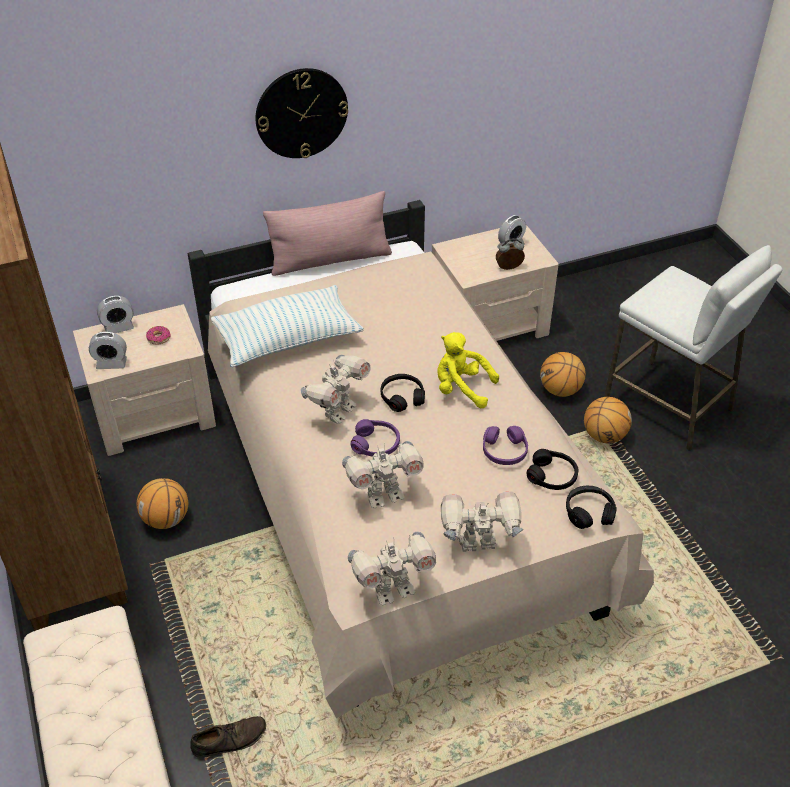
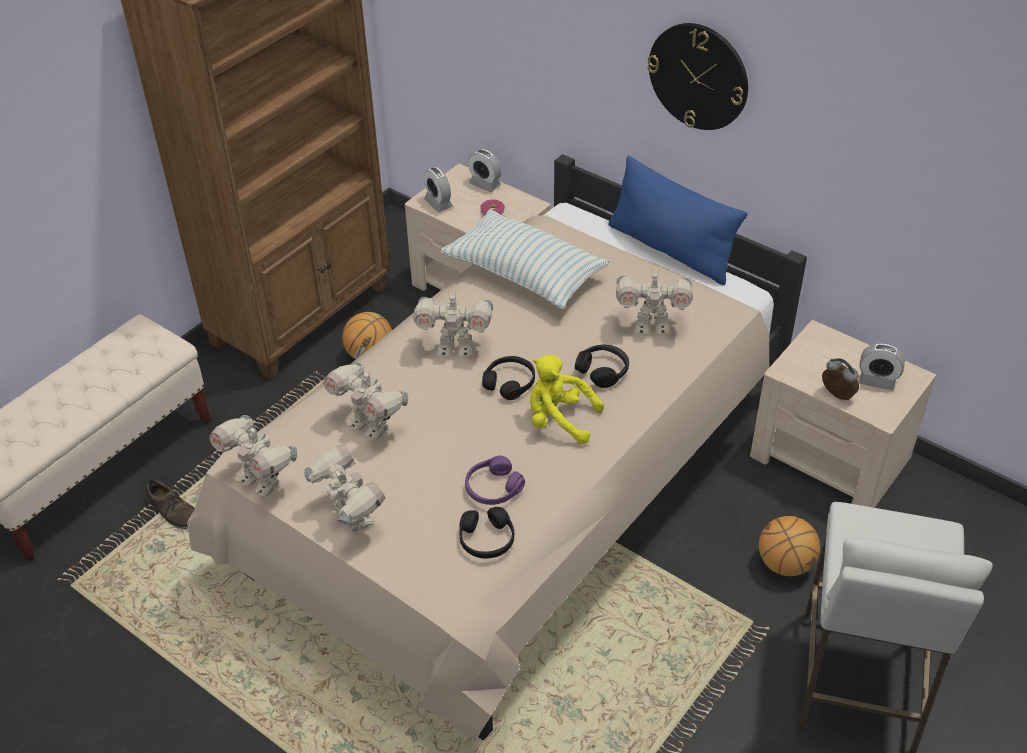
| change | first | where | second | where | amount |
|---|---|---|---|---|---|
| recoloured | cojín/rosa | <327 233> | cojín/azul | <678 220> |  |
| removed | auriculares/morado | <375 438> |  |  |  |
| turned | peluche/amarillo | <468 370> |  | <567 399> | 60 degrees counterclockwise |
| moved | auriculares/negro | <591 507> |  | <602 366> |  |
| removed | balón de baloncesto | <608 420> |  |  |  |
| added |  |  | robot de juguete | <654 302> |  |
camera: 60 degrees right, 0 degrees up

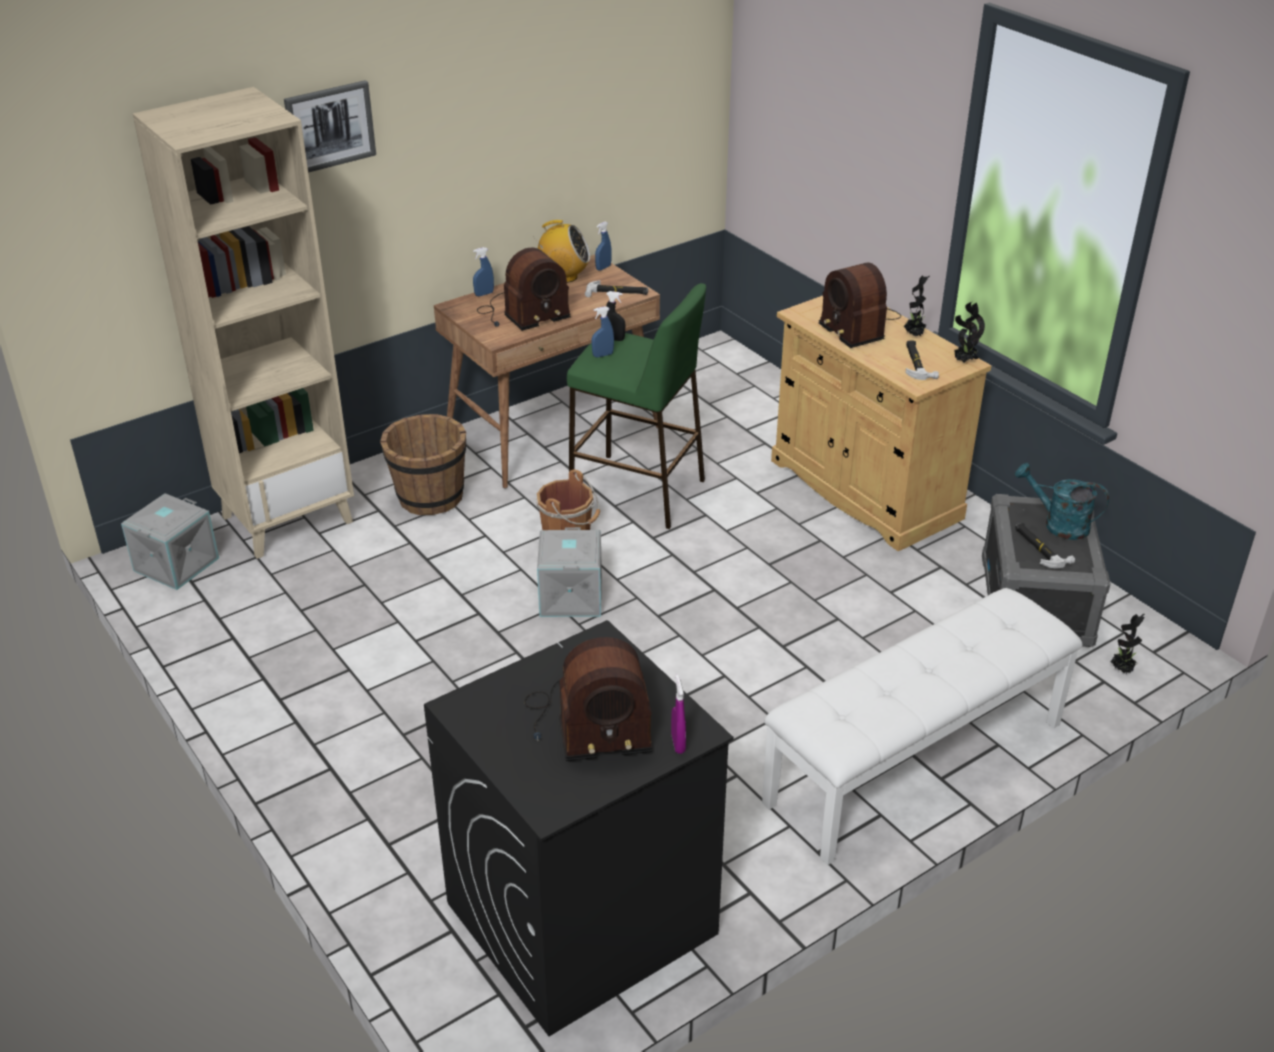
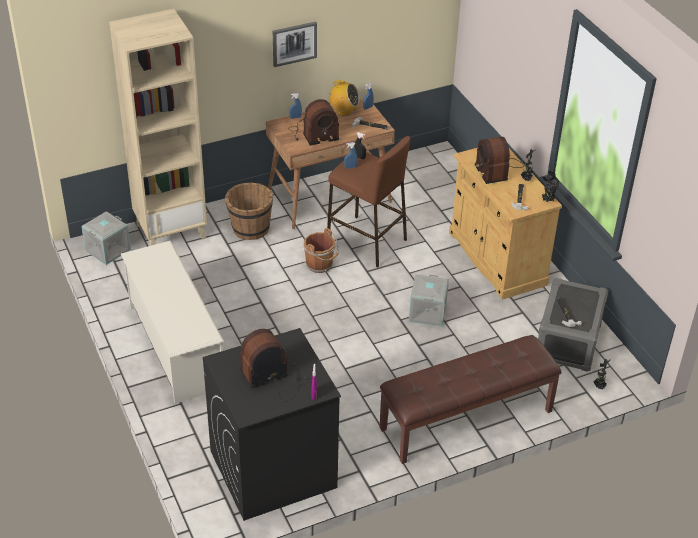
| change | first | where | second | where | amount |
|---|---|---|---|---|---|
| moved | cuadro | <330 126> |  | <295 44> |  |
| turned | radio | <588 699> |  | <274 365> | 150 degrees clockwise |
| moved | caja de almacenaje/gris | <569 572> |  | <429 301> |  |
| recoloured | taburete/verde | <636 406> | taburete/marrón | <368 201> |  |
| recoloured | banco/blanco | <922 726> | banco/marrón | <470 399> |  |
| removed | regadera/turquesa | <1062 501> |  |  |  |
| added |  |  | zapatero/blanco | <172 322> |  |
camera: 10 degrees right, 5 degrees up

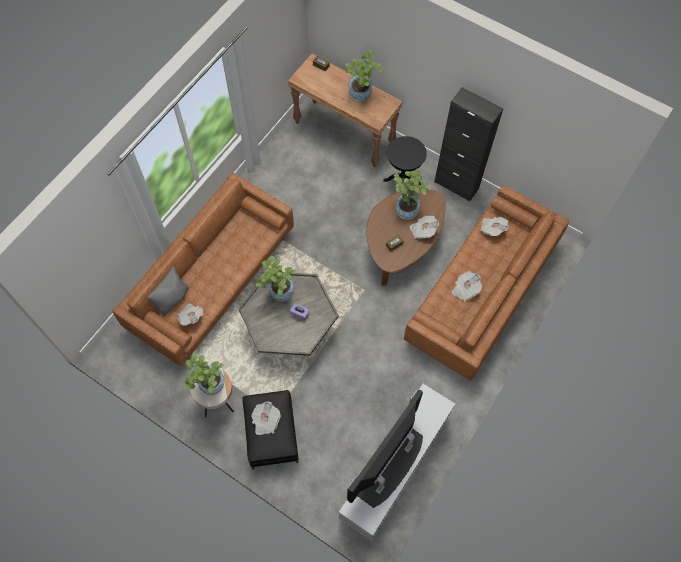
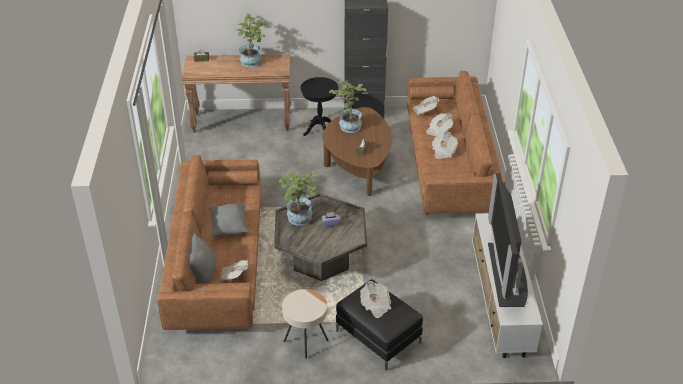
| change | first | where | second | where | amount |
|---|---|---|---|---|---|
| removed | planta en maceta | <204 374> |  |  |  |
| moved | periódico | <424 227> |  | <439 124> |  |
| added |  |  | cojín/gris | <228 220> |  |
camera: 35 degrees left, 25 degrees down

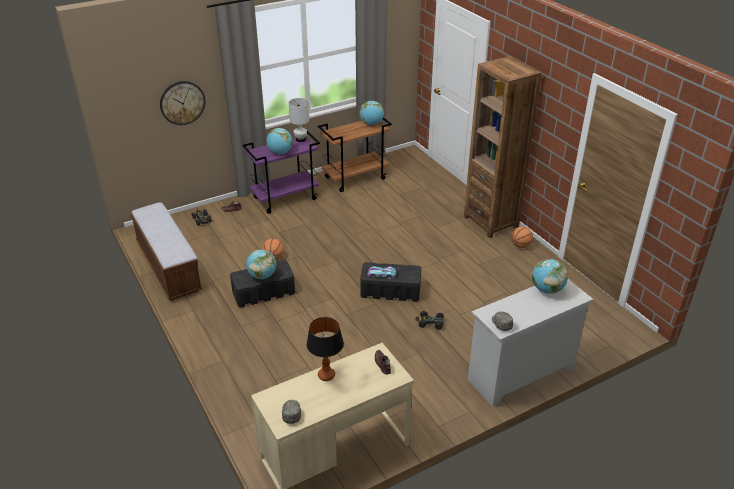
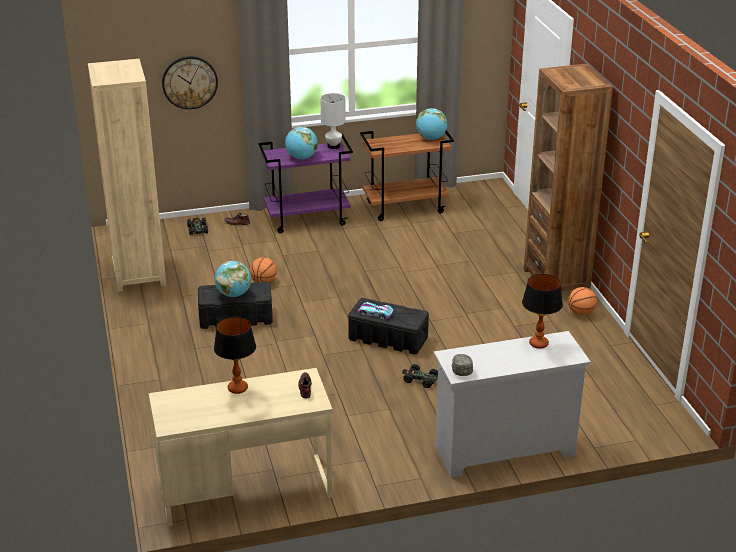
| change | first | where | second | where | amount |
|---|---|---|---|---|---|
| replaced | banco | <166 251> | estantería/beis | <127 175> |  |
| removed | gorra/gris | <291 412> |  |  |  |
| replaced | globo terráqueo | <550 276> | lámpara de mesa | <542 311> |  |
camera: 15 degrees right, 5 degrees down

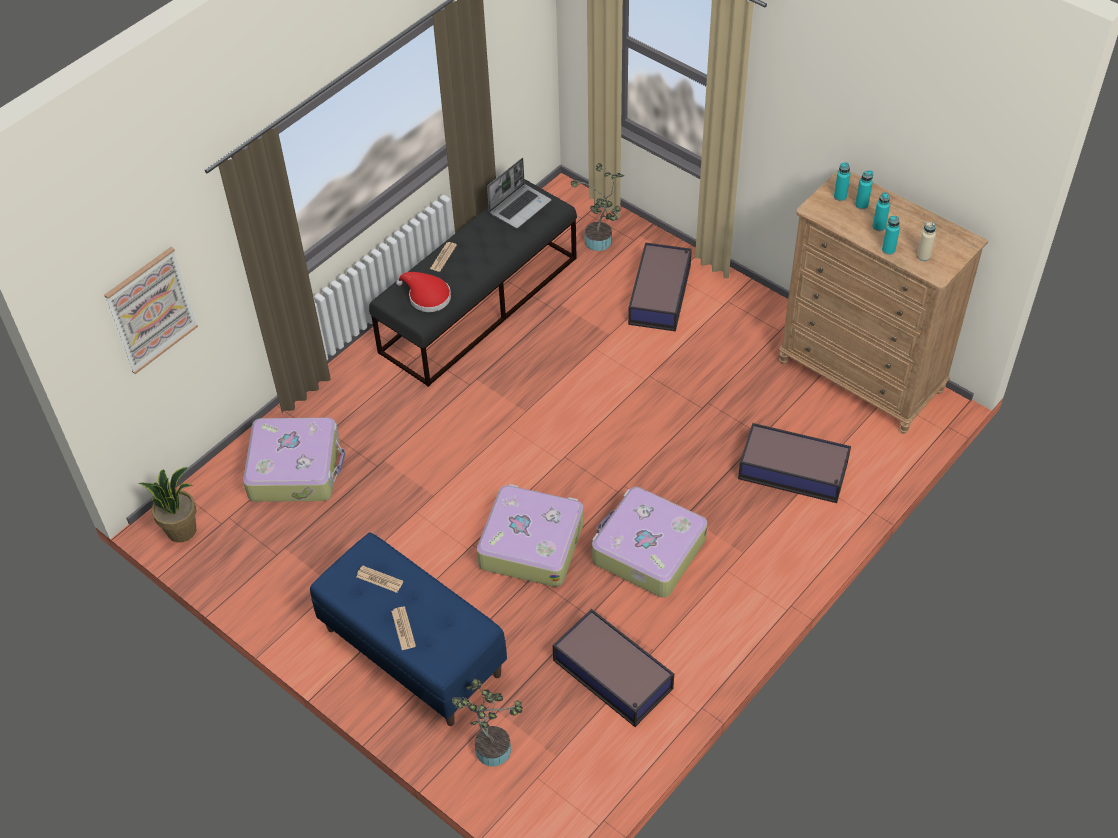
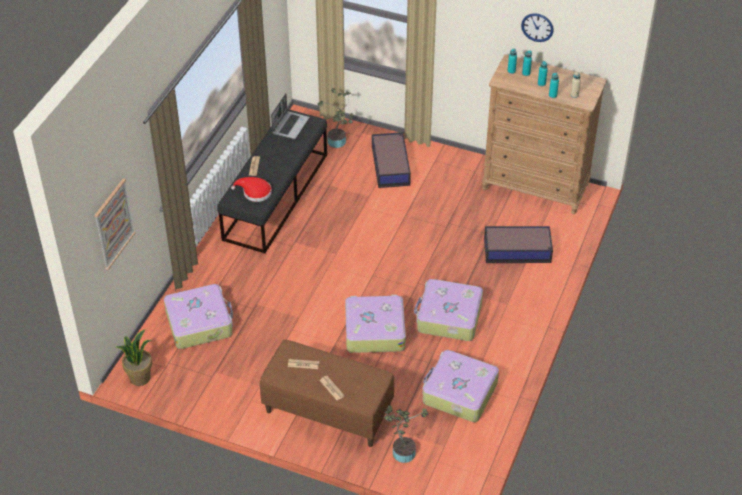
| change | first | where | second | where | amount |
|---|---|---|---|---|---|
| recoloured | banco/azul | <408 629> | banco/marrón | <327 393> |  |
| replaced | caja de almacenaje | <613 668> | maleta | <461 386> |  |
| added |  |  | reloj de pared | <537 27> |  |
camera: 20 degrees left, 5 degrees down

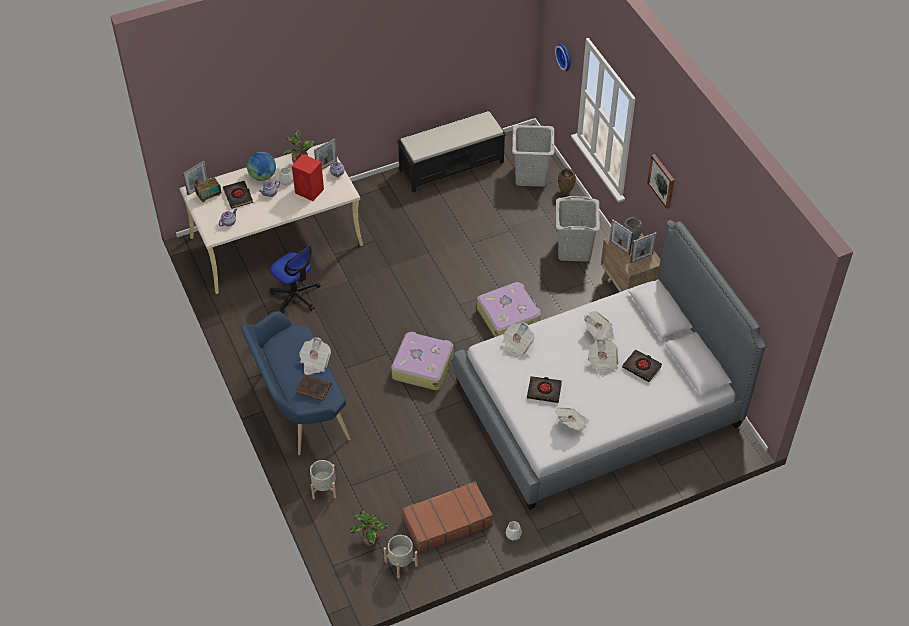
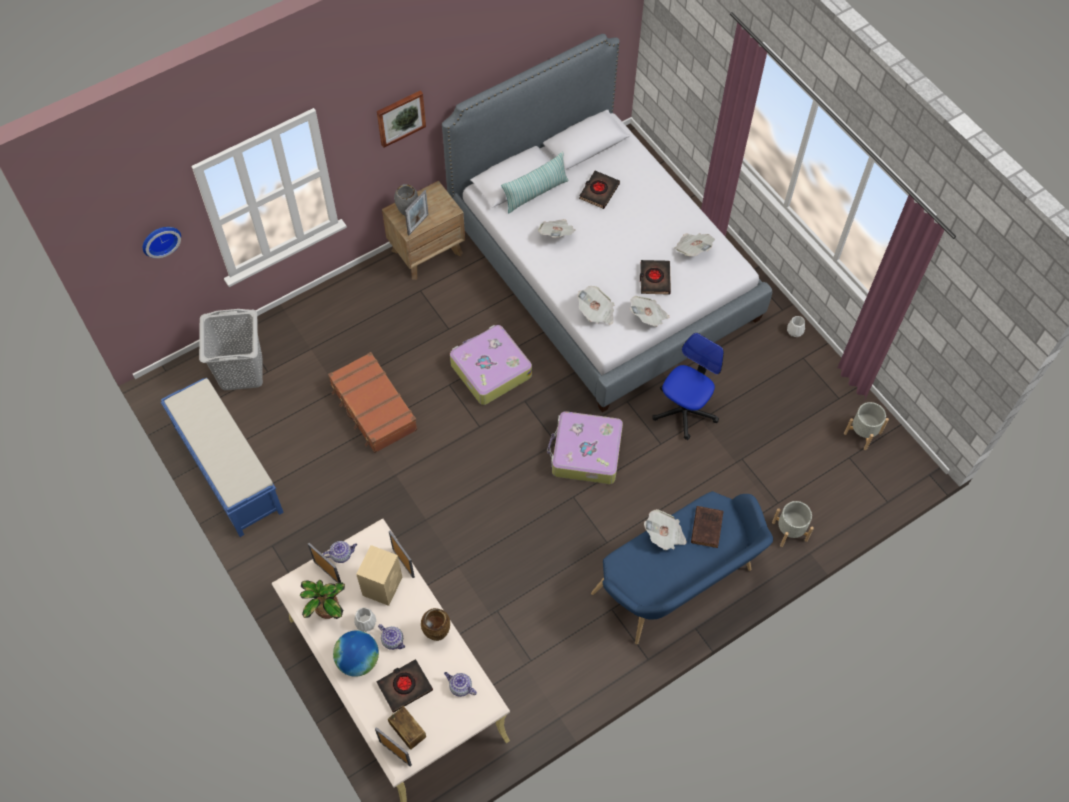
| change | first | where | second | where | amount |
|---|---|---|---|---|---|
| moved | silla de oficina | <295 279> |  | <688 386> |  |
| recoloured | altavoz/rojo | <308 177> | altavoz/beis | <379 575> |  |
| removed | planta en maceta | <369 528> |  |  |  |
| recoloured | banco/negro | <451 151> | banco/azul | <222 457> |  |
| moved | maleta/marrón | <448 517> |  | <373 402> |  |
| removed | cesto de la ropa/gris | <578 229> |  |  |  |
| moved | florero/marrón | <567 181> |  | <435 624> |  |
| moved | periódico | <603 357> |  | <649 311> |  |
| moved | portarretratos | <643 247> |  | <402 554> |  |
| added |  |  | cojín | <535 183> |  |
camera: 100 degrees left, 10 degrees up

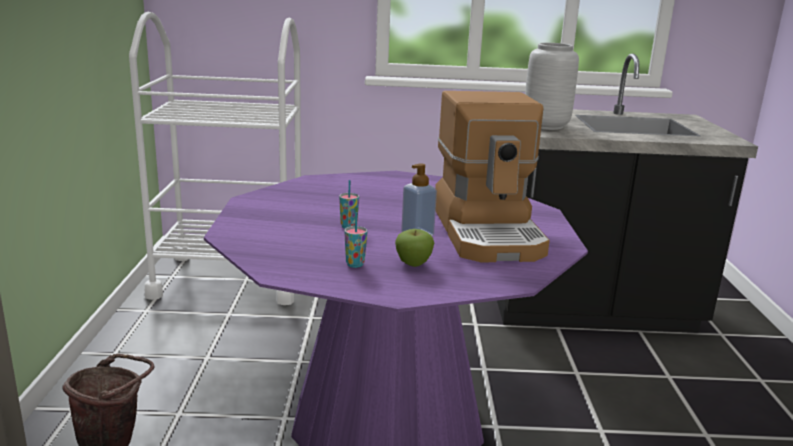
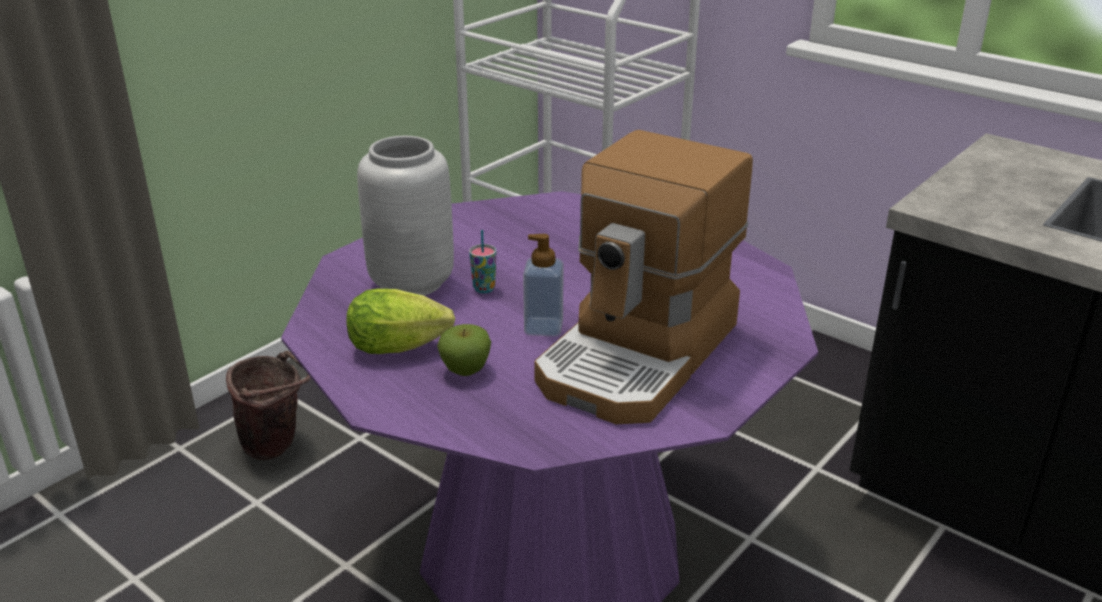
| change | first | where | second | where | amount |
|---|---|---|---|---|---|
| replaced | taza | <355 240> | lechuga | <400 321> |  |
| moved | florero/gris | <552 86> |  | <405 216> |  |
camera: 40 degrees right, 10 degrees up

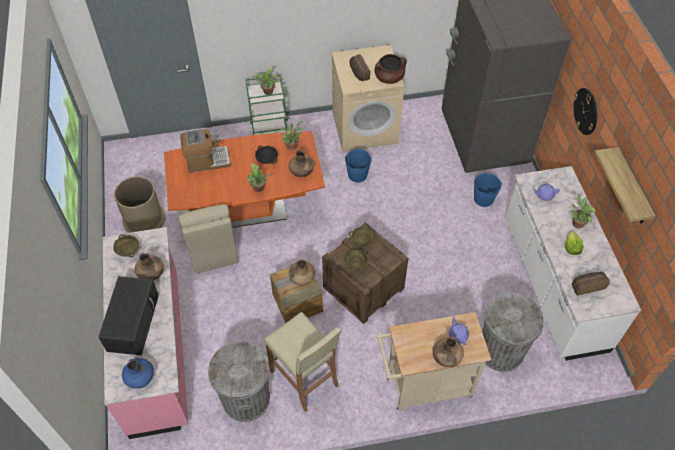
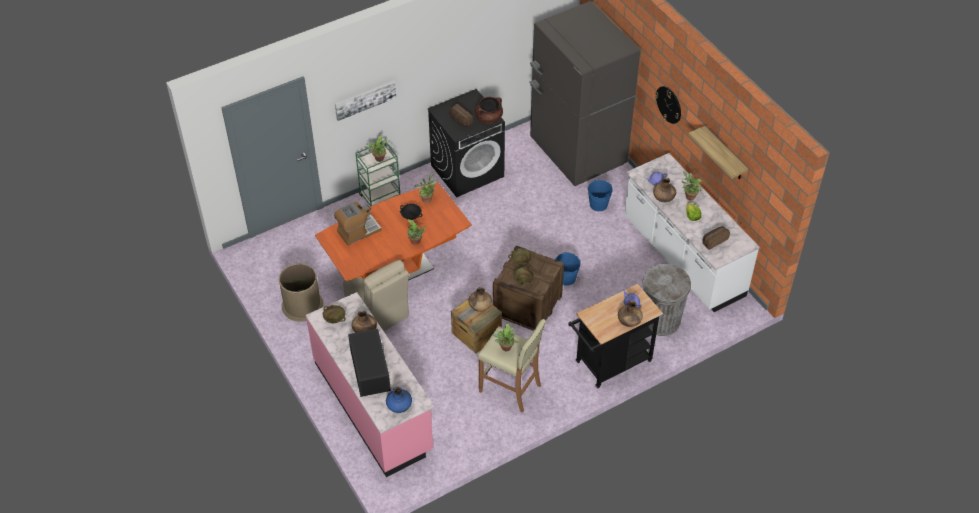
| change | first | where | second | where | amount |
|---|---|---|---|---|---|
| removed | papelera/gris | <239 381> |  |  |  |
| moved | florero/marrón | <301 163> |  | <664 190> |  |
| recoloured | lavadora/beis | <368 98> | lavadora/negro | <466 143> |  |
| moved | cubo/azul | <358 165> |  | <568 269> |  |
| recoloured | carrito/beis | <433 361> | carrito/negro | <615 336> |  |
| added |  |  | cuadro | <365 100> |  |
| added |  |  | planta en maceta | <506 336> |  |
camera: 20 degrees left, 5 degrees down

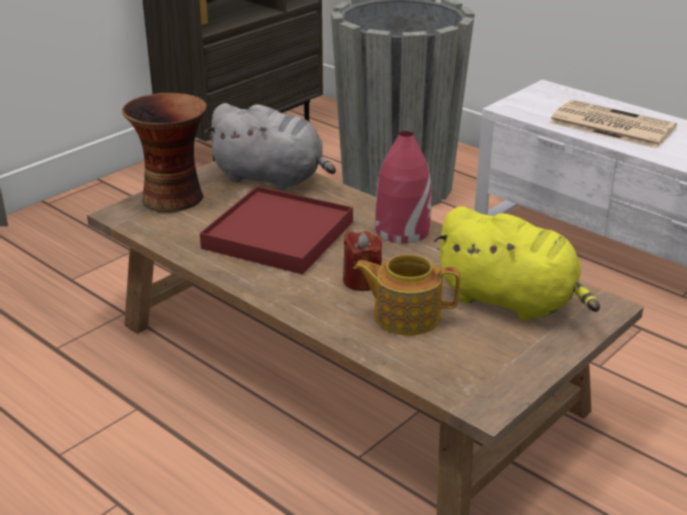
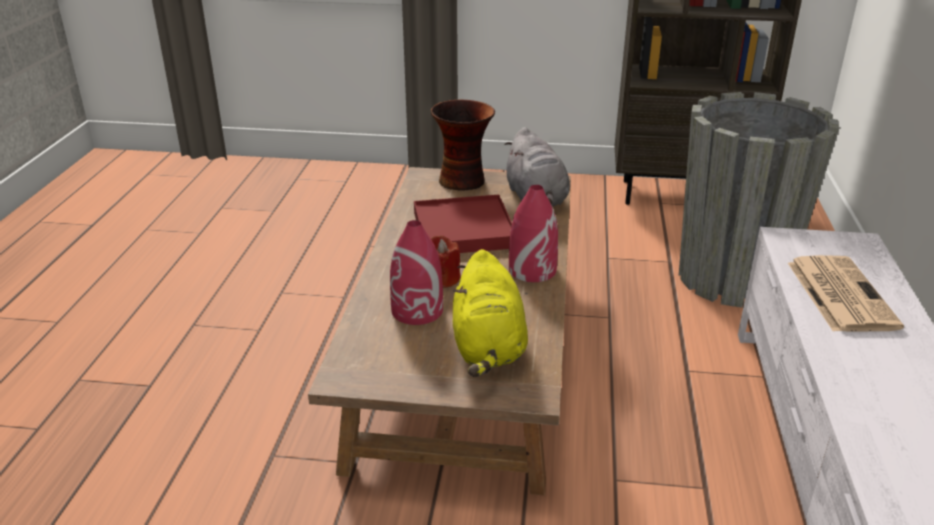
| change | first | where | second | where | amount |
|---|---|---|---|---|---|
| replaced | tetera | <406 294> | florero/rojo | <416 272> |  |
camera: 55 degrees right, 0 degrees up

